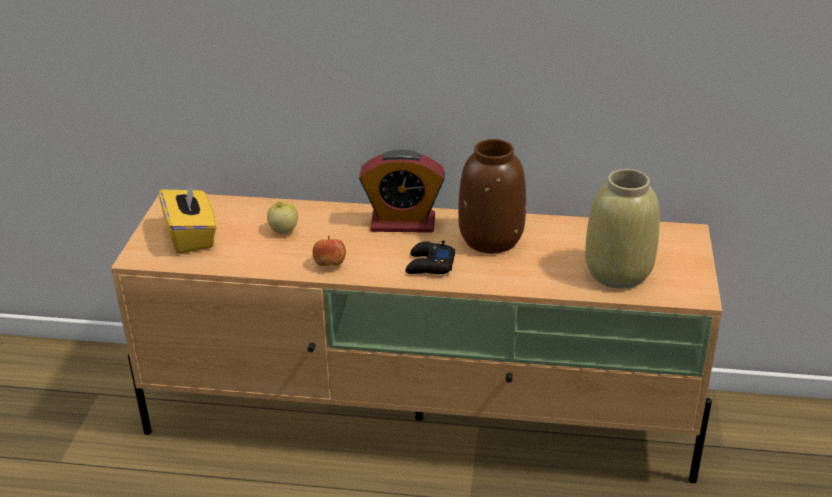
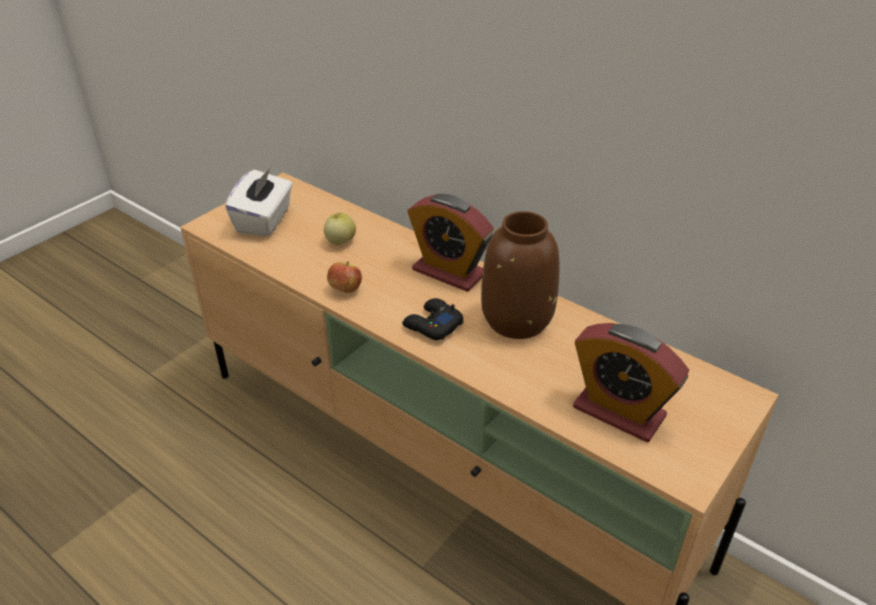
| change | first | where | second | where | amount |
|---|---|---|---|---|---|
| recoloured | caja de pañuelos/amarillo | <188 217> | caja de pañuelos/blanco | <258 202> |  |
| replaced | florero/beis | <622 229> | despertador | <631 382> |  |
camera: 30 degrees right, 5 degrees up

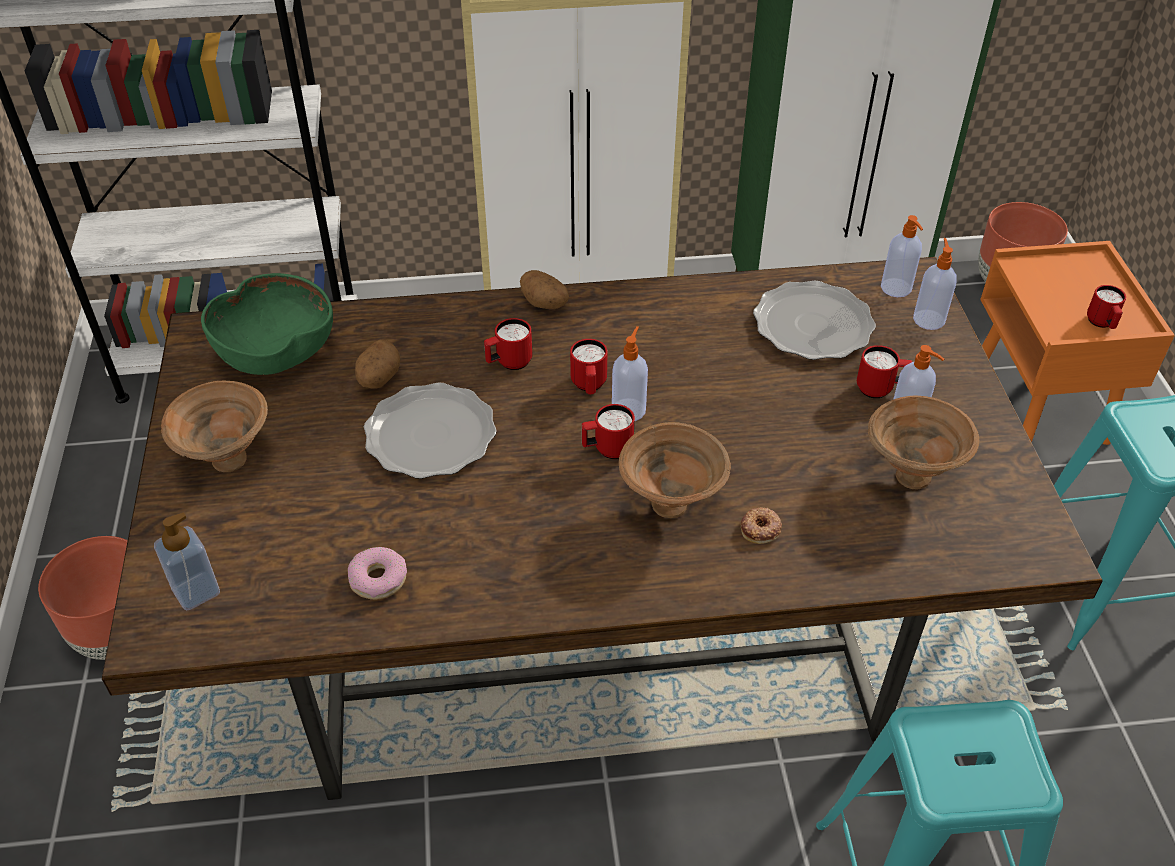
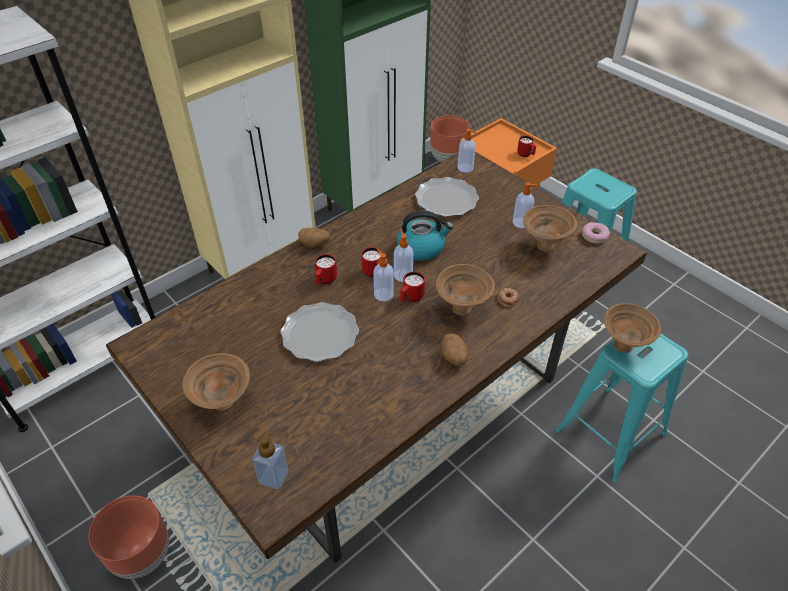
| change | first | where | second | where | amount |
|---|---|---|---|---|---|
| removed | cuenco/verde | <267 324> |  |  |  |
| moved | rosquilla | <377 573> |  | <596 233> |  |
| moved | patata | <377 364> |  | <455 349> |  |
| removed | taza grande/rojo | <884 371> |  |  |  |
| moved | dispensador de jabón | <935 284> |  | <384 275> |  |
| added |  |  | hervidor | <425 236> |  |
| added |  |  | cuenco/marrón | <632 328> |  |
camera: 35 degrees left, 0 degrees up

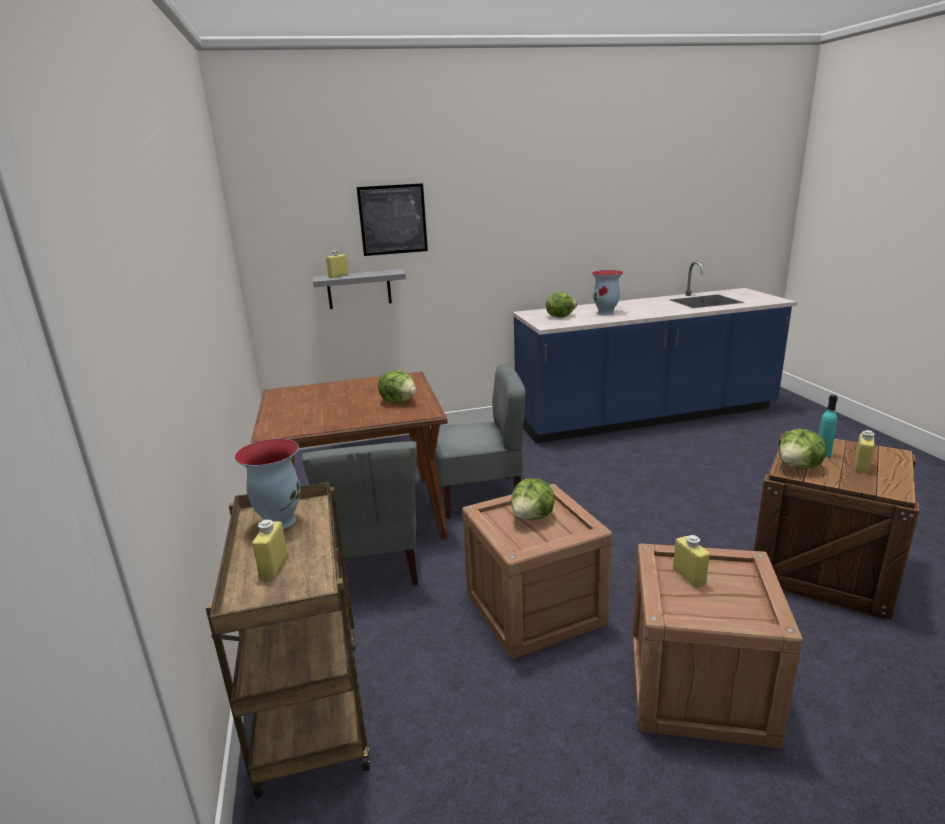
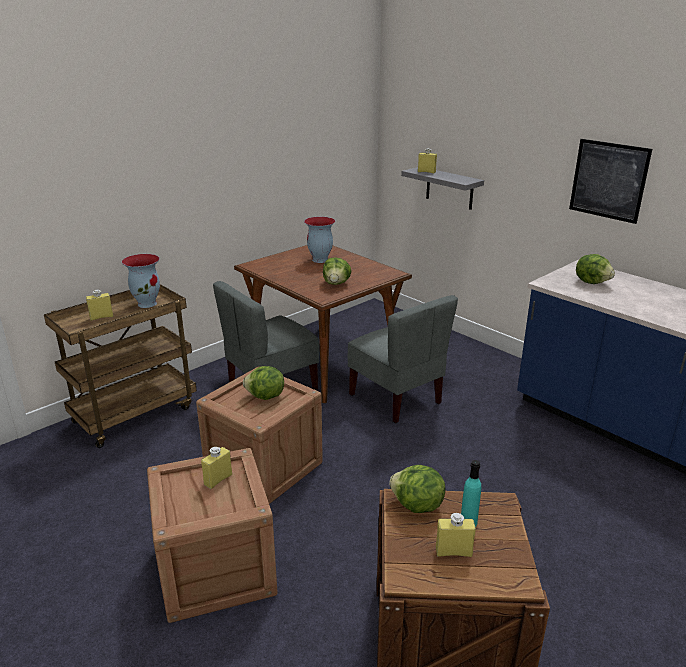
| change | first | where | second | where | amount |
|---|---|---|---|---|---|
| moved | cuadro | <392 219> |  | <610 181> |  |
| moved | florero | <607 292> |  | <319 240> |  |
camera: 60 degrees right, 5 degrees up

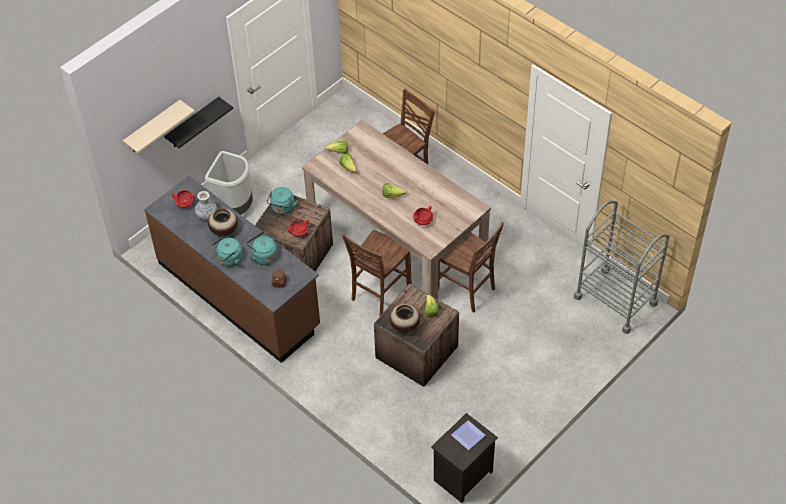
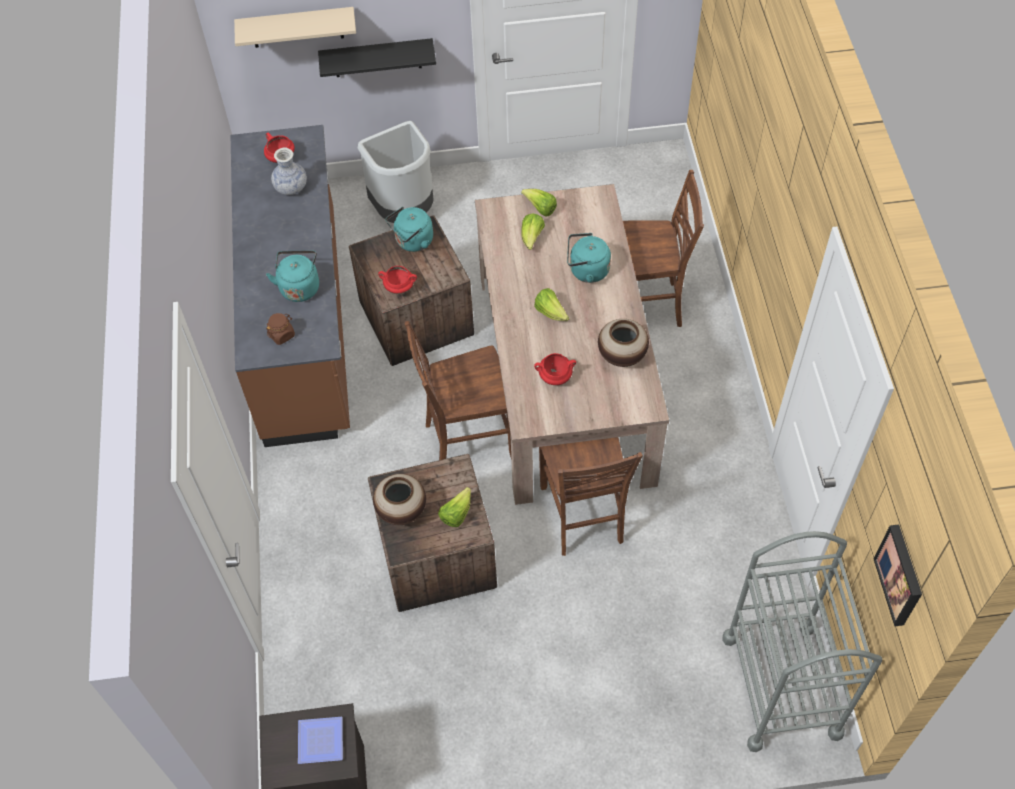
| change | first | where | second | where | amount |
|---|---|---|---|---|---|
| moved | florero | <223 222> |  | <623 343> |  |
| moved | hervidor/turquesa | <227 252> |  | <589 258> |  |
| added |  |  | cuadro | <897 575> |  |
camera: 40 degrees right, 5 degrees up

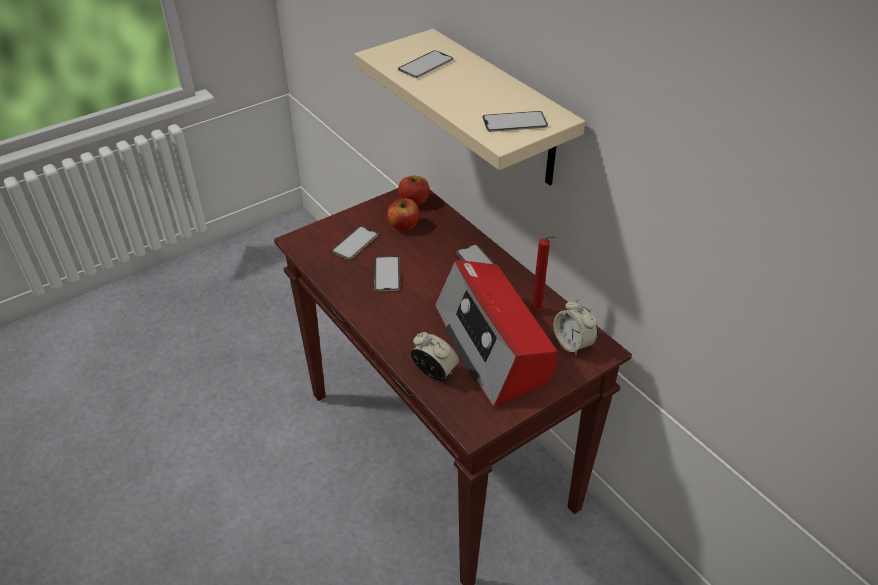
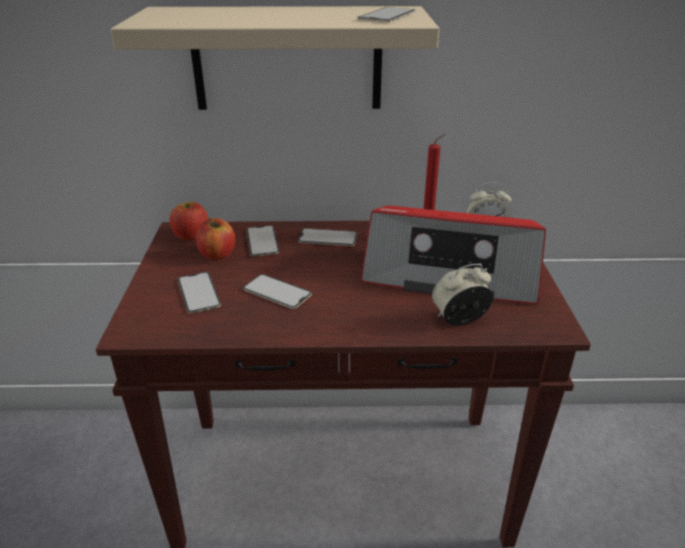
| change | first | where | second | where | amount |
|---|---|---|---|---|---|
| moved | móvil | <425 64> |  | <263 240> |  |
camera: 55 degrees left, 10 degrees down

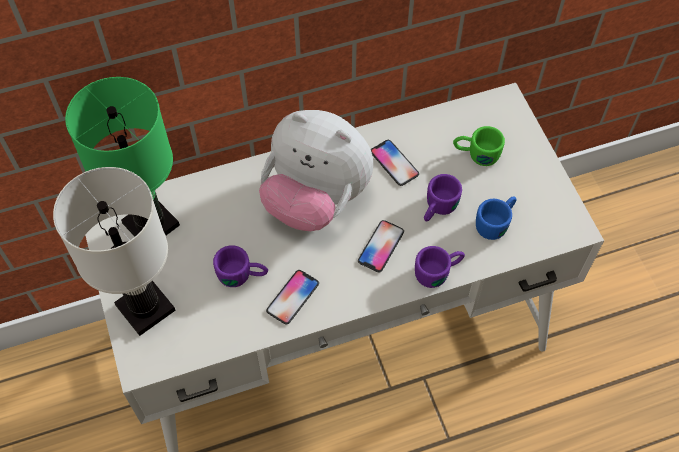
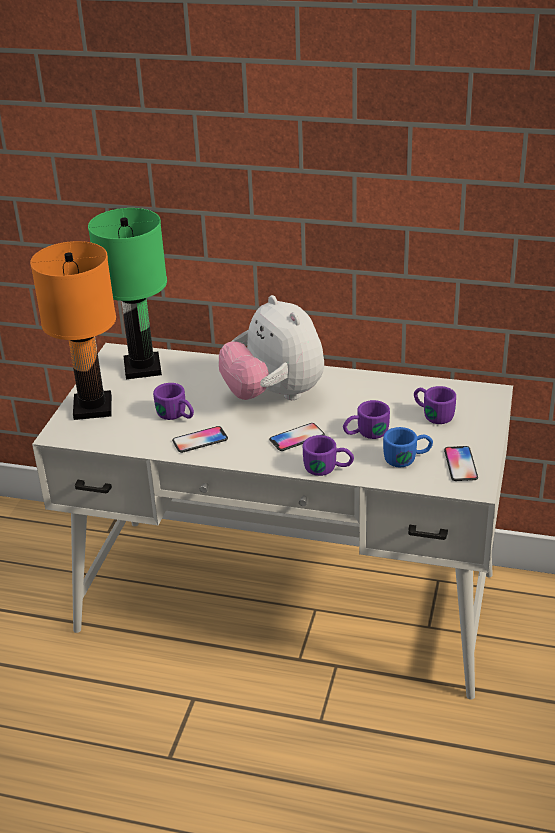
| change | first | where | second | where | amount |
|---|---|---|---|---|---|
| recoloured | lámpara de mesa/blanco | <114 251> | lámpara de mesa/naranja | <73 330> |  |
| moved | móvil | <395 163> |  | <461 463> |  |
| recoloured | taza grande/verde | <479 146> | taza grande/morado | <435 405> |  |
camera: 35 degrees right, 25 degrees down

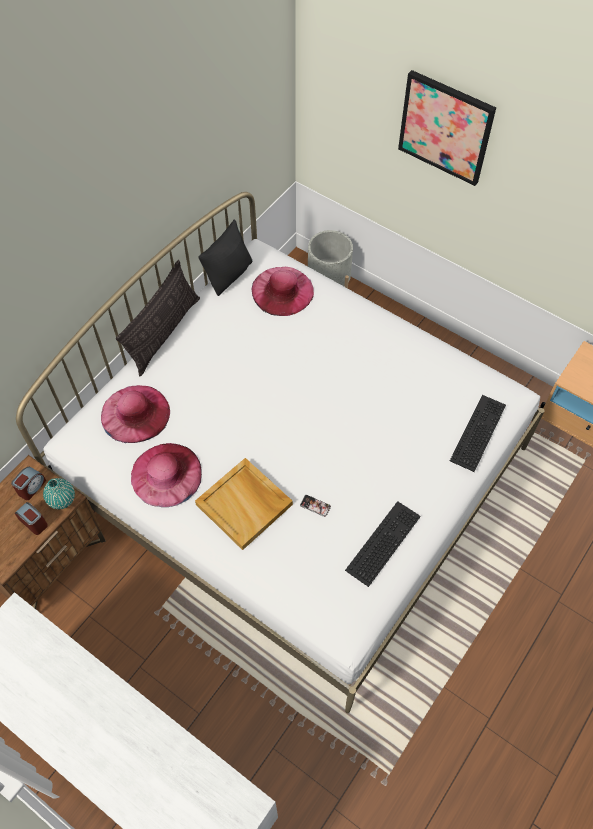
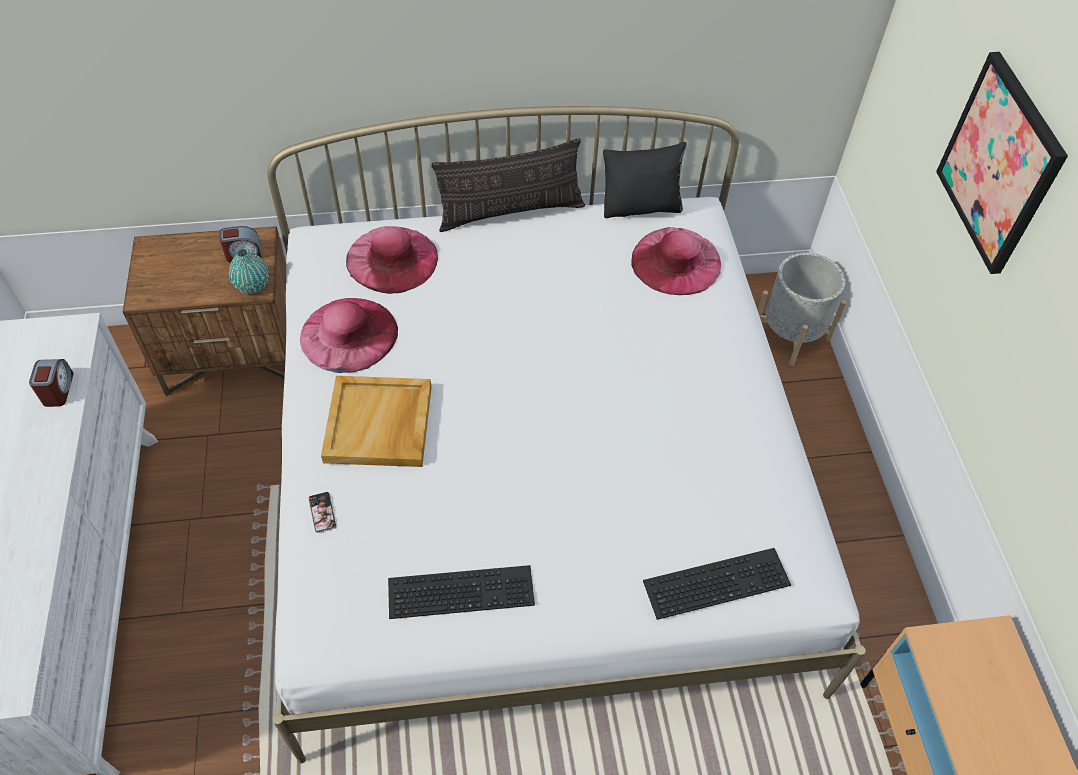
| change | first | where | second | where | amount |
|---|---|---|---|---|---|
| moved | despertador | <31 518> |  | <51 383> |  |
| moved | móvil | <315 506> |  | <322 512> |  |
camera: 45 degrees right, 5 degrees down

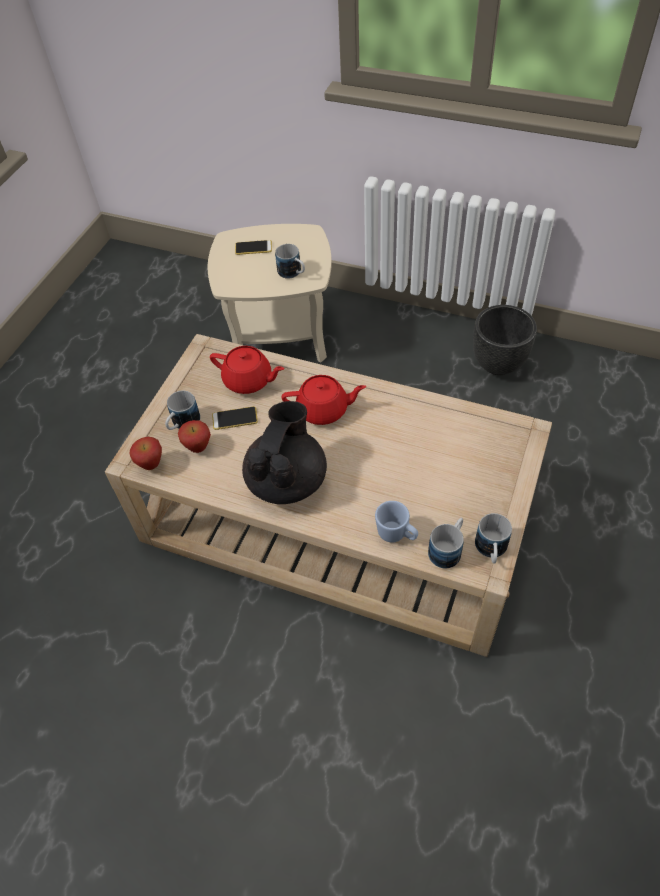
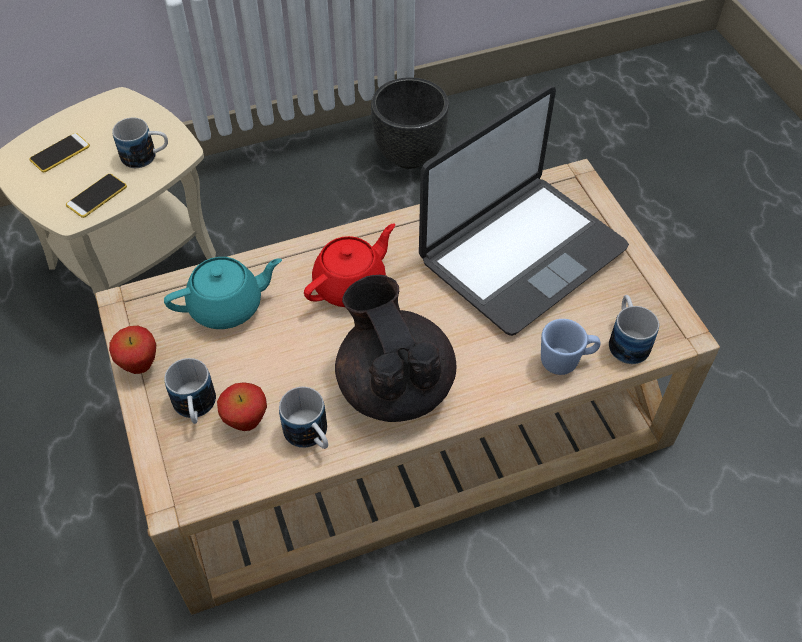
| change | first | where | second | where | amount |
|---|---|---|---|---|---|
| moved | manzana | <146 453> |  | <132 350> |  |
| recoloured | tetera/rojo | <247 370> | tetera/turquesa | <223 293> |  |
| moved | móvil | <235 418> |  | <96 196> |  |
| moved | taza grande | <493 538> |  | <303 418> |  |
| added |  |  | portátil | <524 210> |  |
camera: 45 degrees left, 0 degrees up

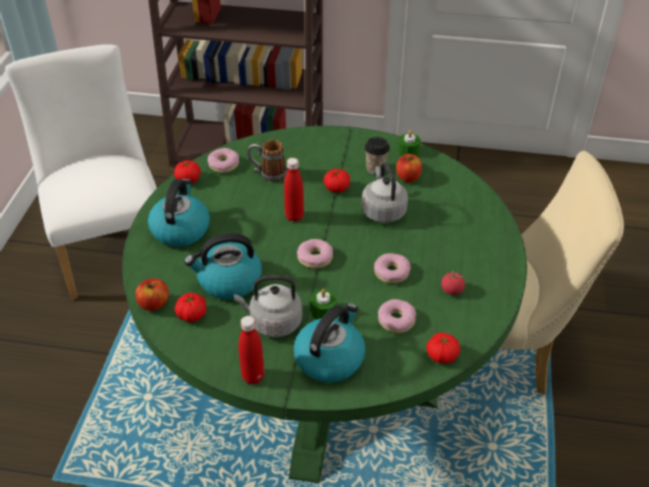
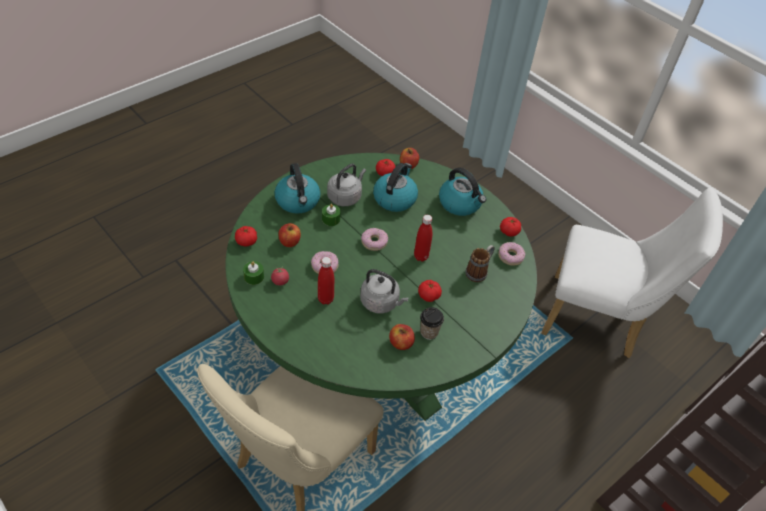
| change | first | where | second | where | amount |
|---|---|---|---|---|---|
| moved | botella/rojo | <251 350> |  | <326 281> |  |
| replaced | rosquilla | <397 316> | manzana | <289 235> |  |
| moved | vela/verde | <409 143> |  | <253 273> |  |
camera: 125 degrees right, 5 degrees up

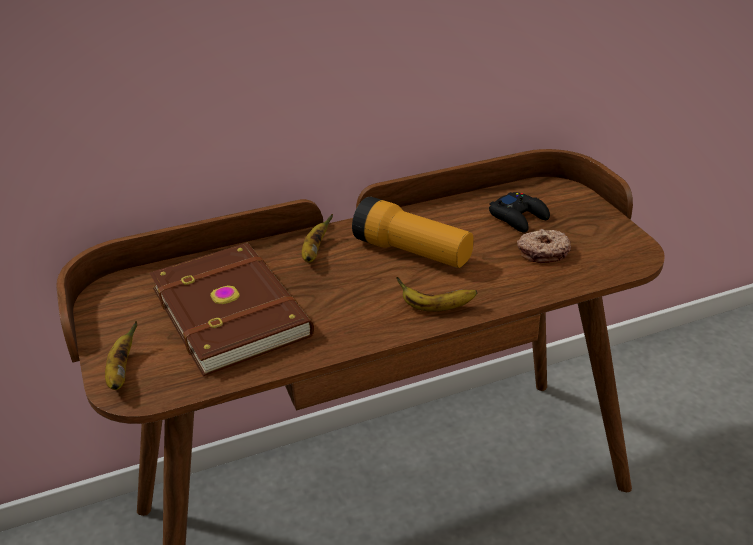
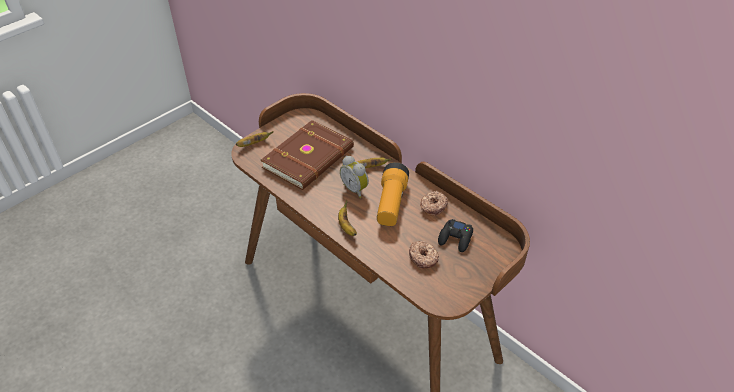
| change | first | where | second | where | amount |
|---|---|---|---|---|---|
| added |  |  | despertador | <354 177> |  |
| added |  |  | rosquilla | <434 203> |  |
camera: 65 degrees right, 10 degrees up

